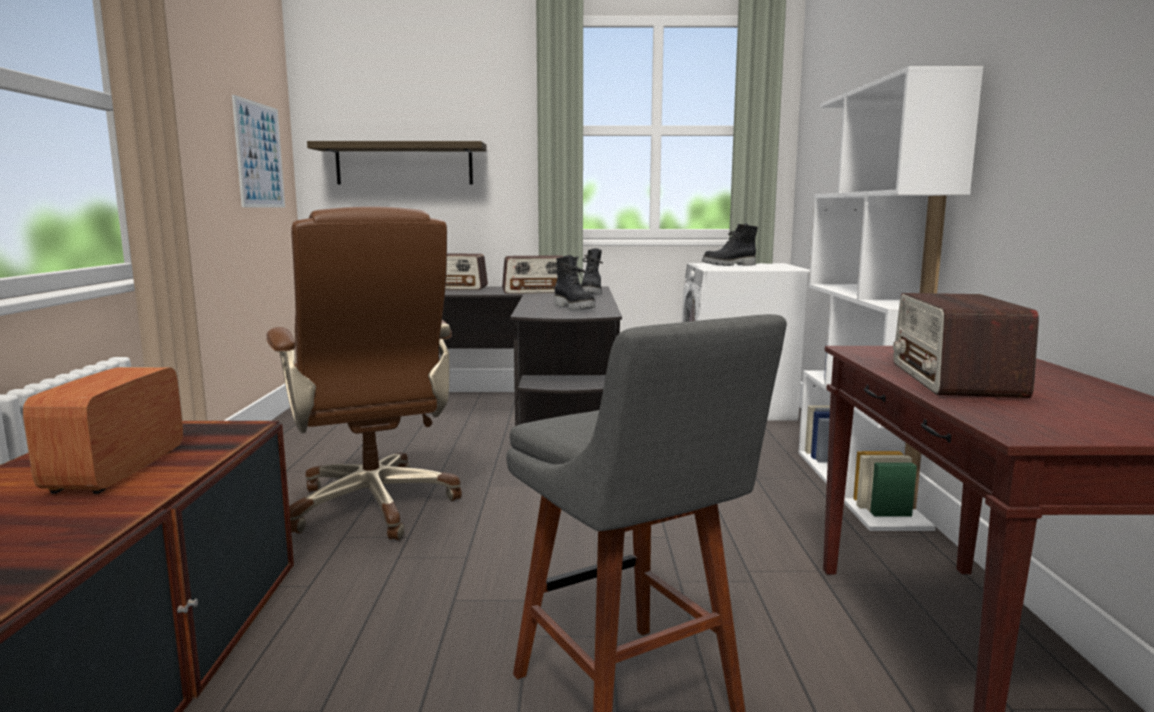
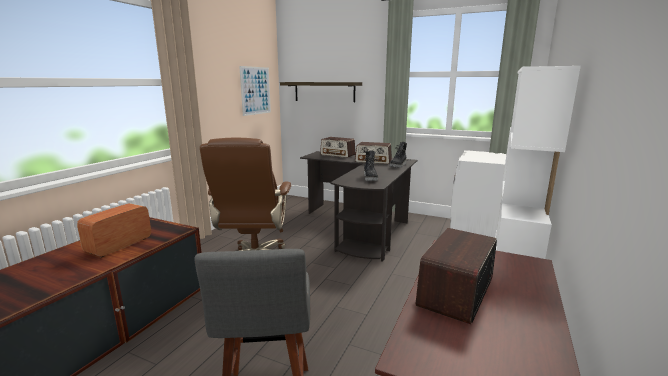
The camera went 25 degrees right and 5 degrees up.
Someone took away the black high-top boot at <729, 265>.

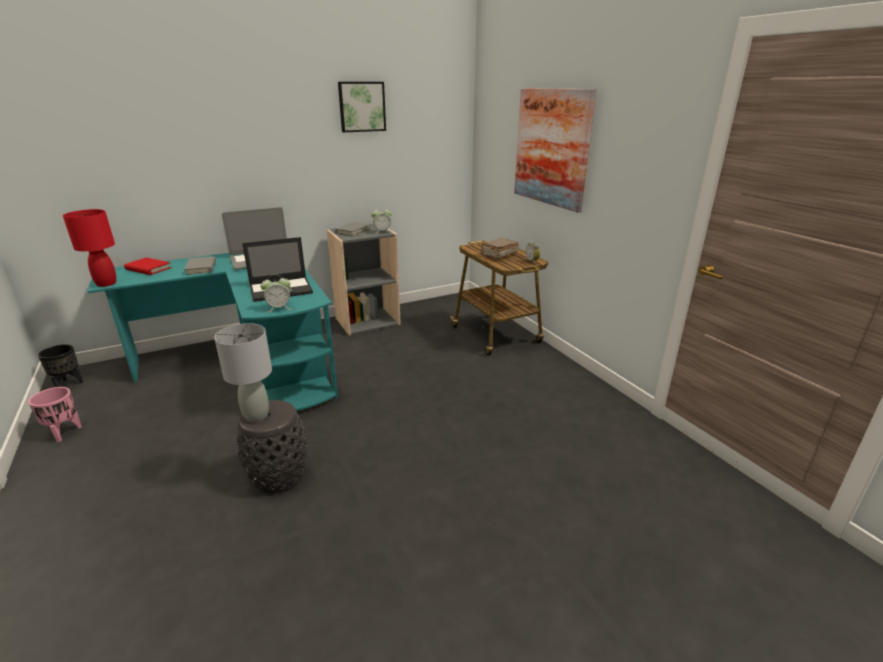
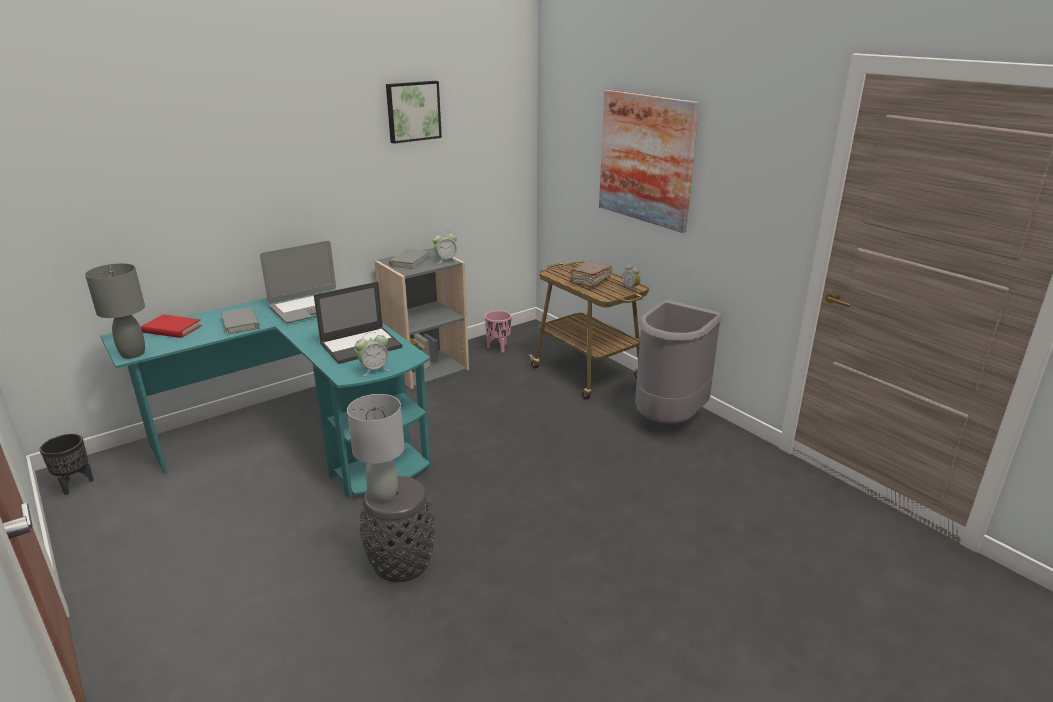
The camera went 10 degrees left and 0 degrees up.
Someone put down the gray waste bin at <669, 419>.
Someone carried the pinkish flower pot from <65, 432> to <498, 347>.
Someone repainted the red-coloured lamp for a table at <106, 283>, which became the gray lamp for a table at <132, 354>.

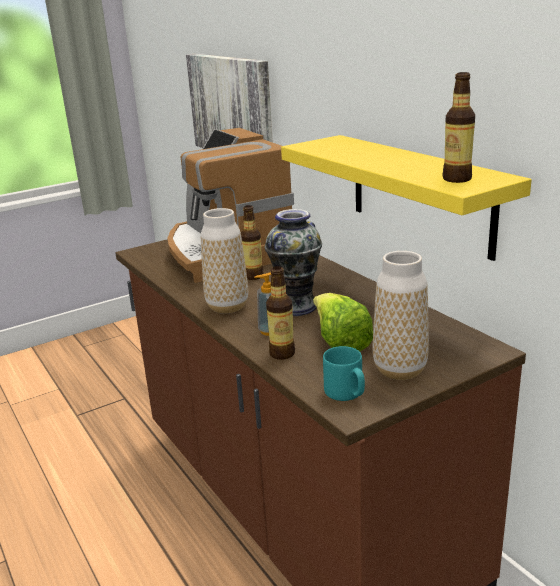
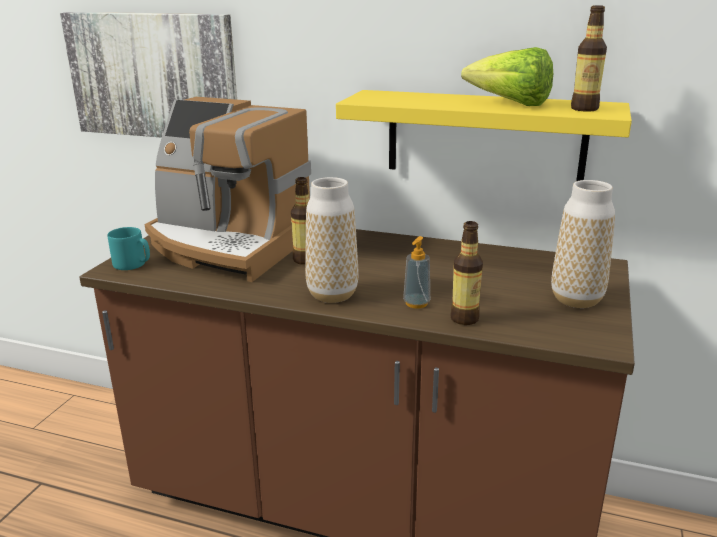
The camera went 40 degrees left and 0 degrees up.
Someone took away the decorative vase at <297, 307>.
Someone carried the head of lettuce from <339, 343> to <511, 104>.
Someone carried the turquoise coffee mug from <346, 393> to <133, 265>.

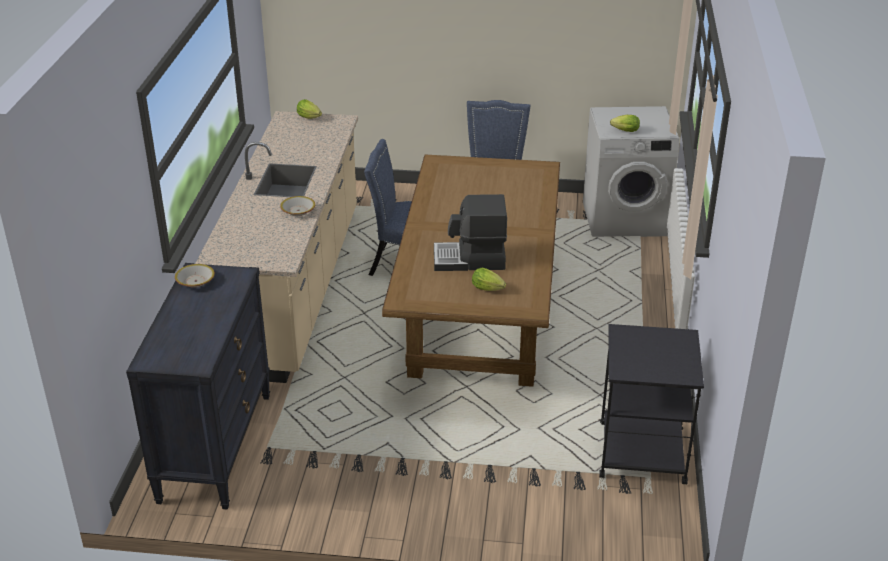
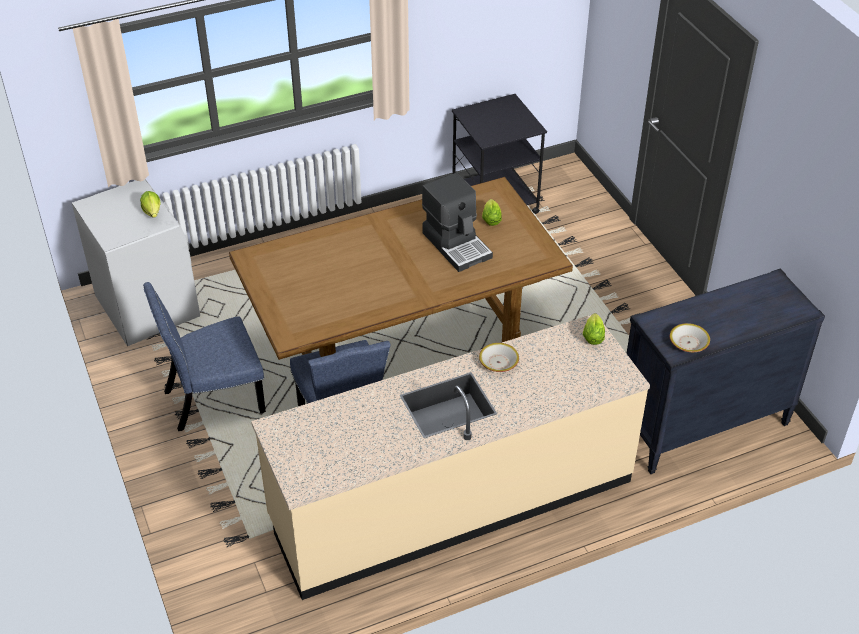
The camera went 120 degrees left and 10 degrees up.
Someone carried the head of lettuce from <310, 118> to <593, 335>.

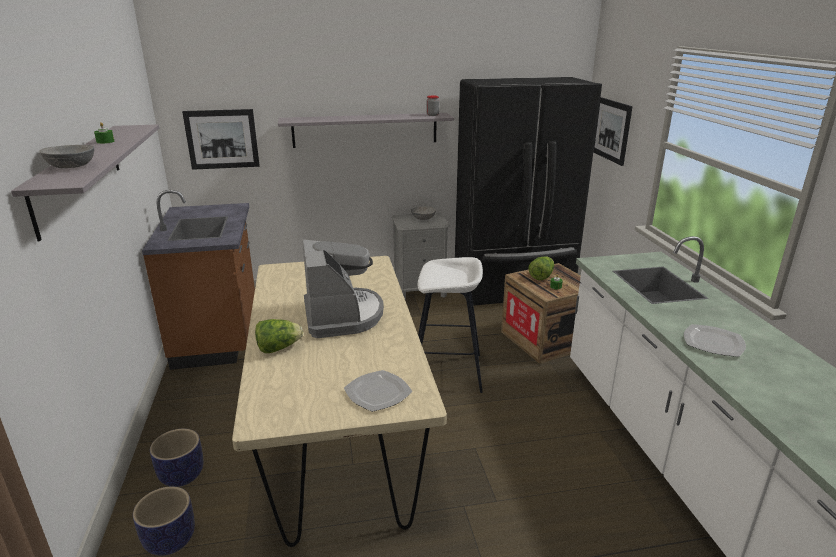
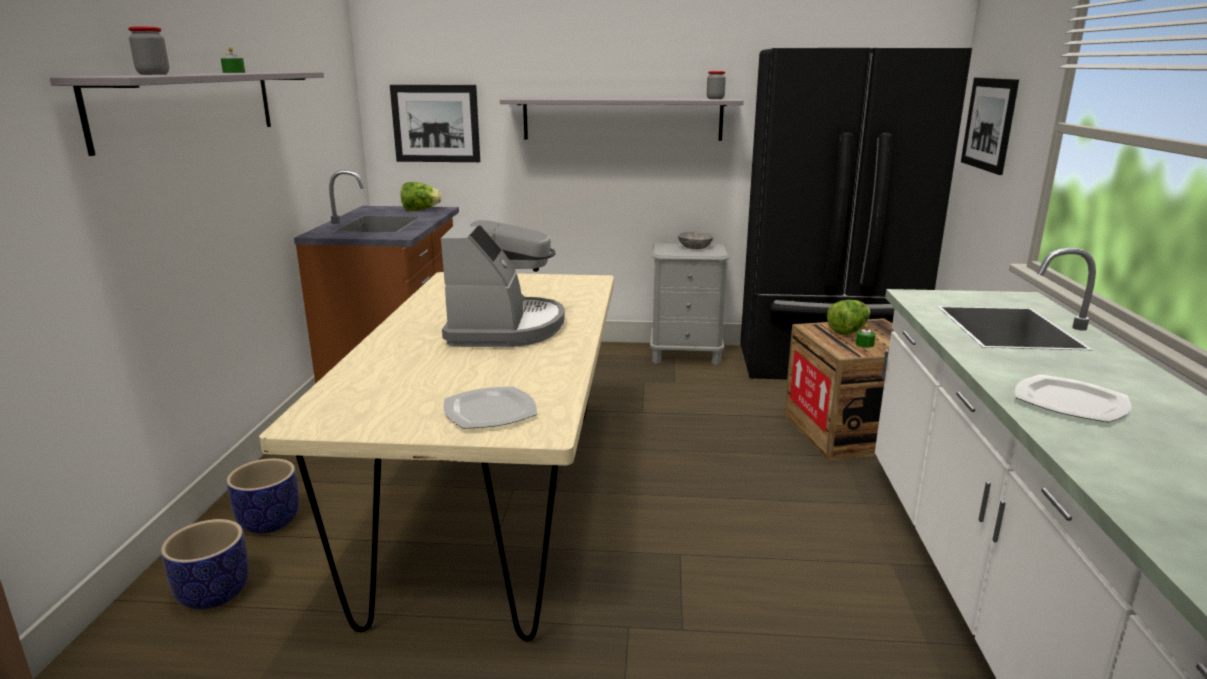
The camera went 15 degrees right and 5 degrees down.
Someone took away the whitish sitting stool at <447, 372>.
Someone carried the head of lettuce from <278, 348> to <420, 210>.
Someone swapped the gray bowl at <71, 166> for the jar at <153, 74>.

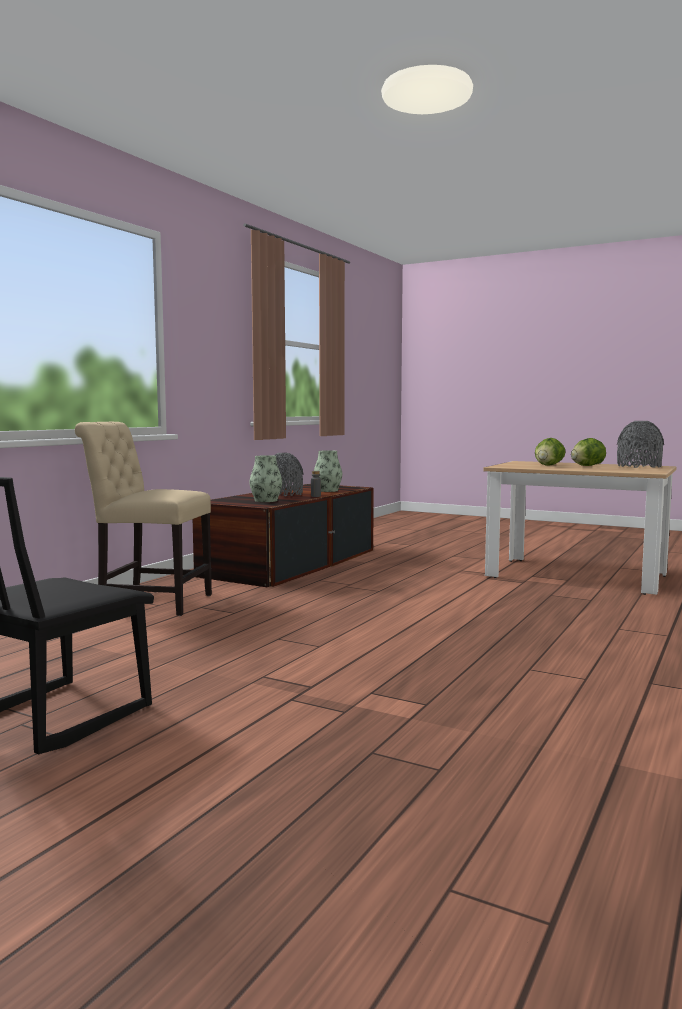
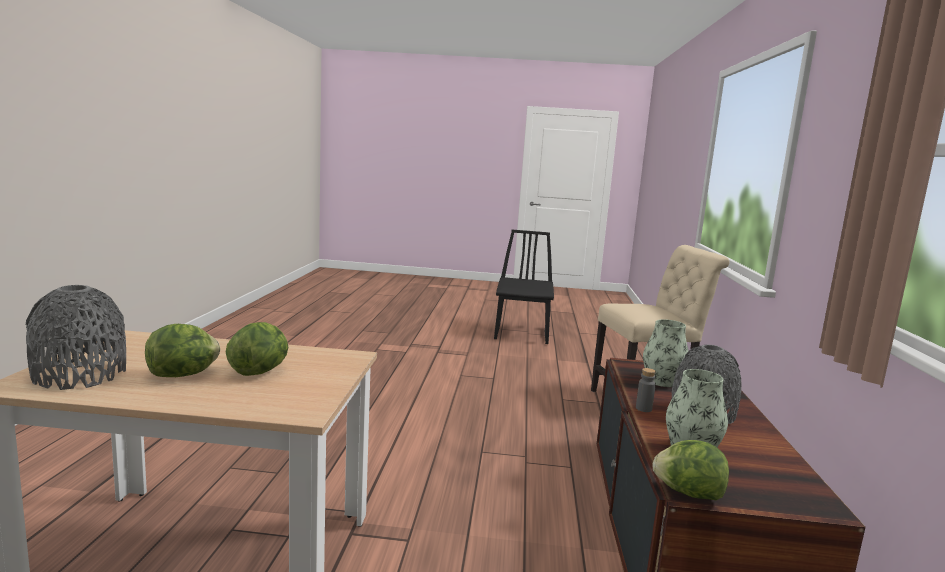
The camera went 155 degrees right and 5 degrees up.
Someone put down the head of lettuce at <688, 493>.

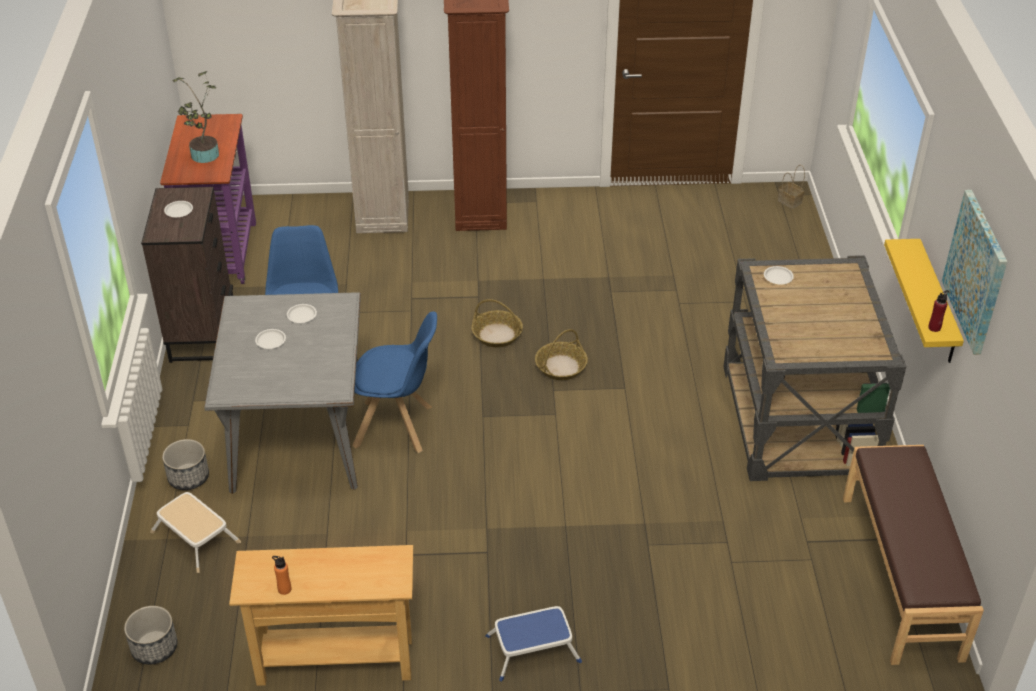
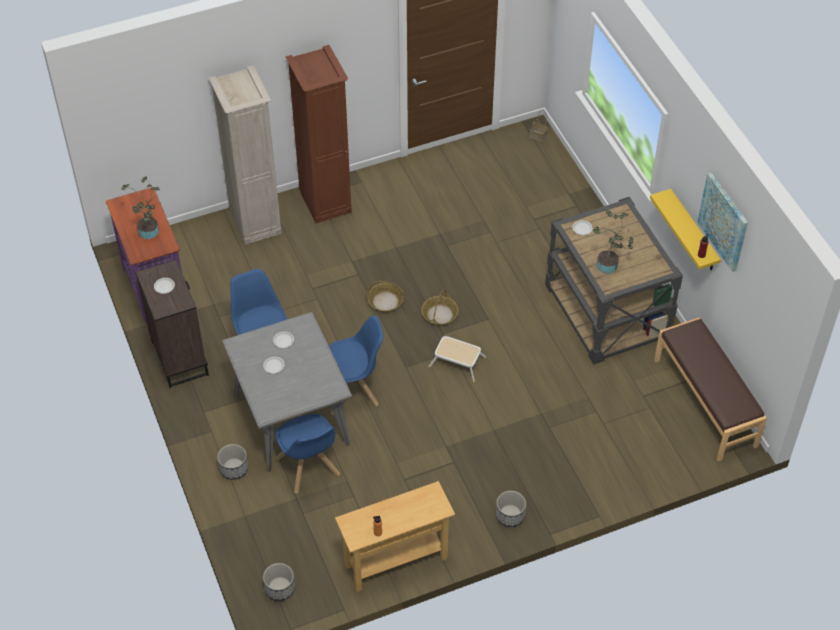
The camera went 20 degrees left and 10 degrees up.
Someone put down the blue plain chair at <309, 468>.
Someone put down the potted plant at <609, 266>.
Someone carried the sand-coloured step stool from <195, 536> to <457, 361>.
Someone swapped the blue step stool at <533, 648> for the flower pot at <510, 516>.

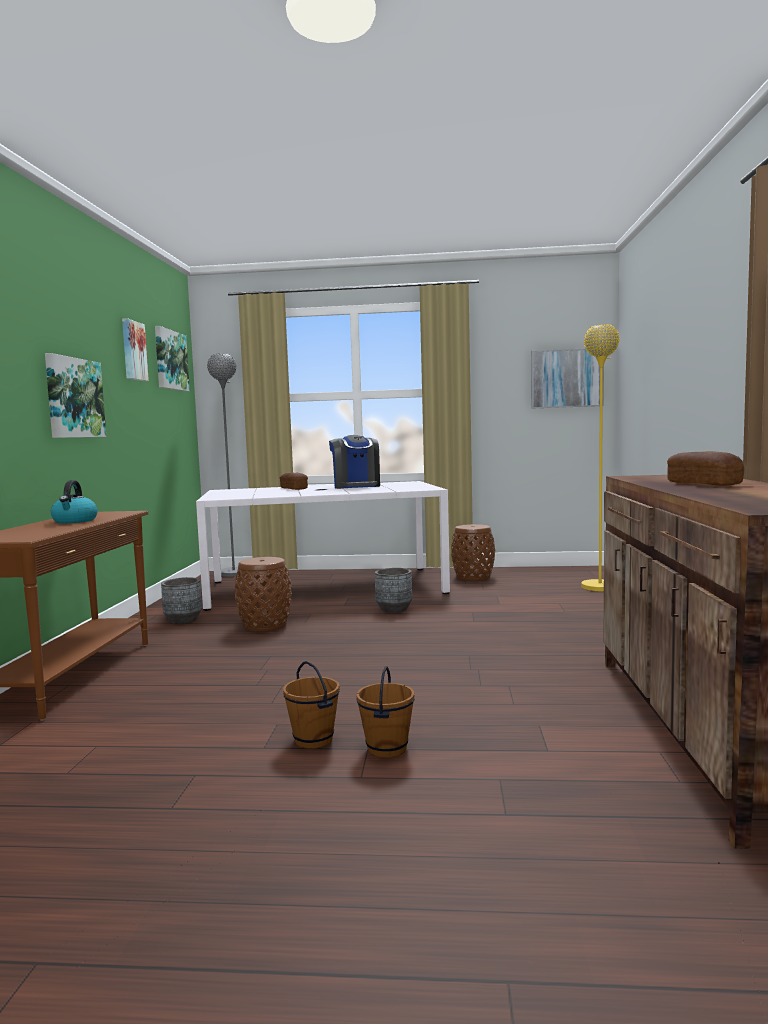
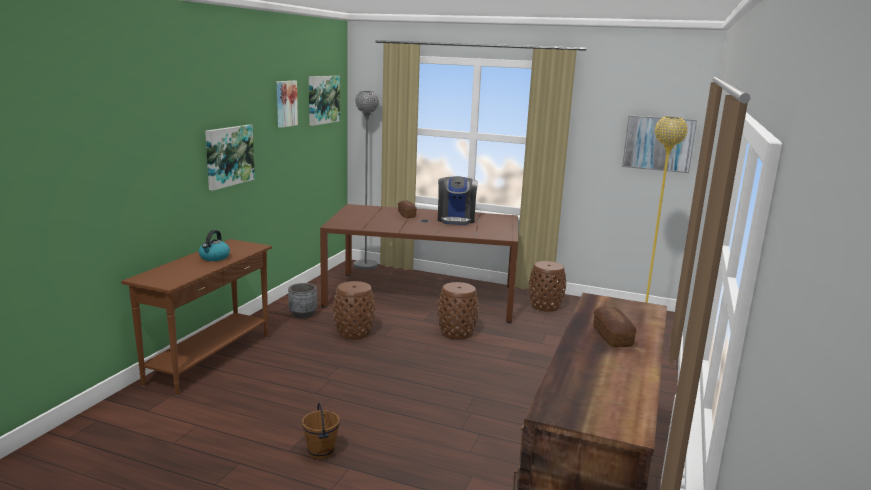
The camera went 15 degrees right and 10 degrees up.
Someone took away the brownish bucket at <388, 749>.
Someone swapped the gray flower pot at <394, 609> for the brownish sitting stool at <456, 333>.
Someone repainted the whitish kitchen table at <325, 587>, which became the brownish kitchen table at <422, 296>.

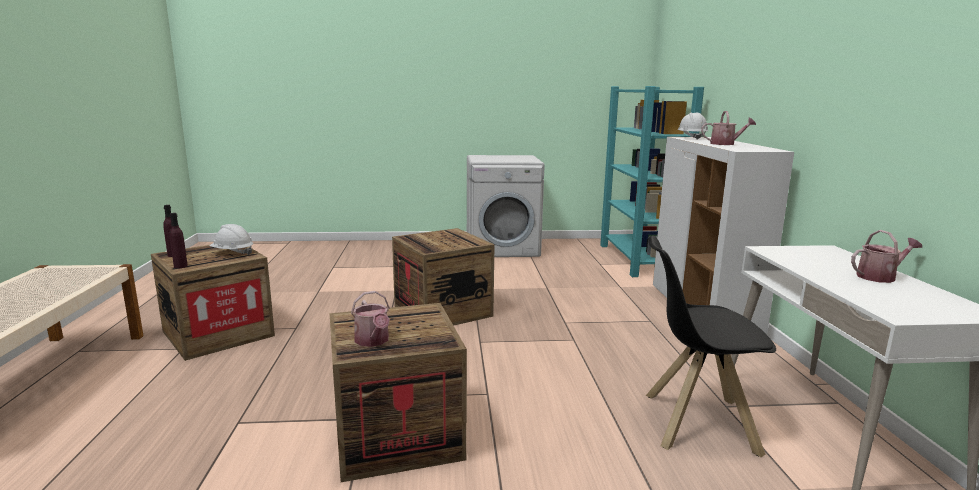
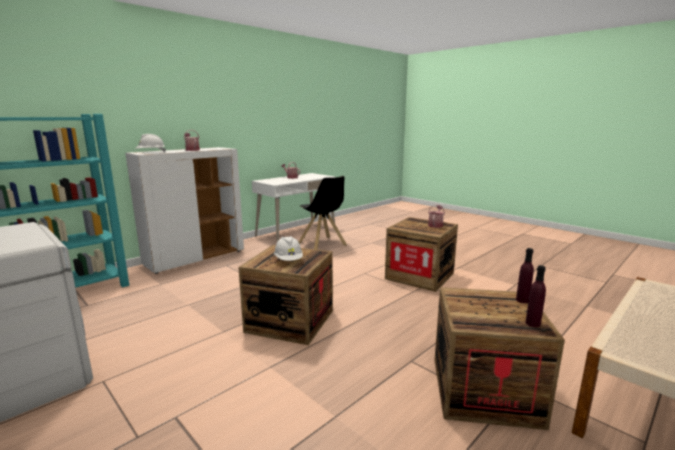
The camera went 130 degrees left and 0 degrees up.
Someone carried the whitish hard hat from <232, 253> to <288, 260>.

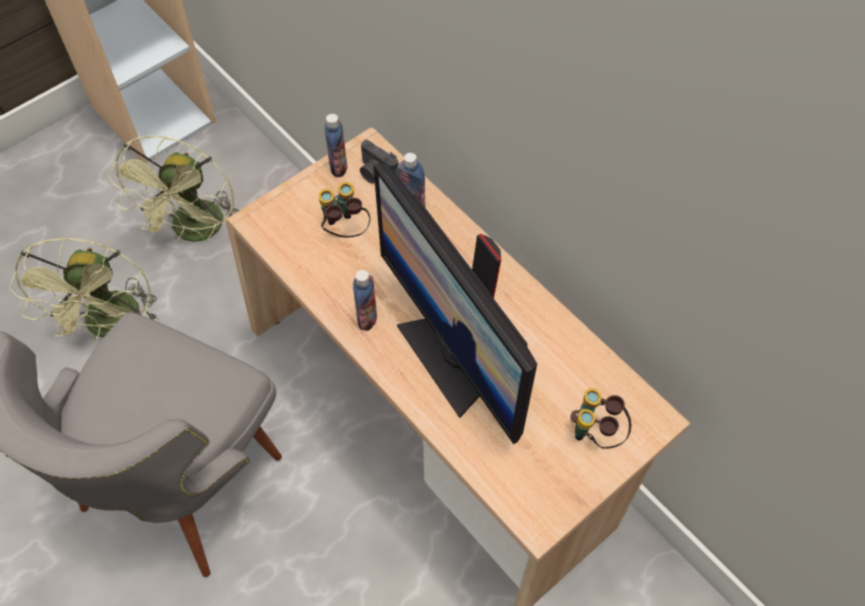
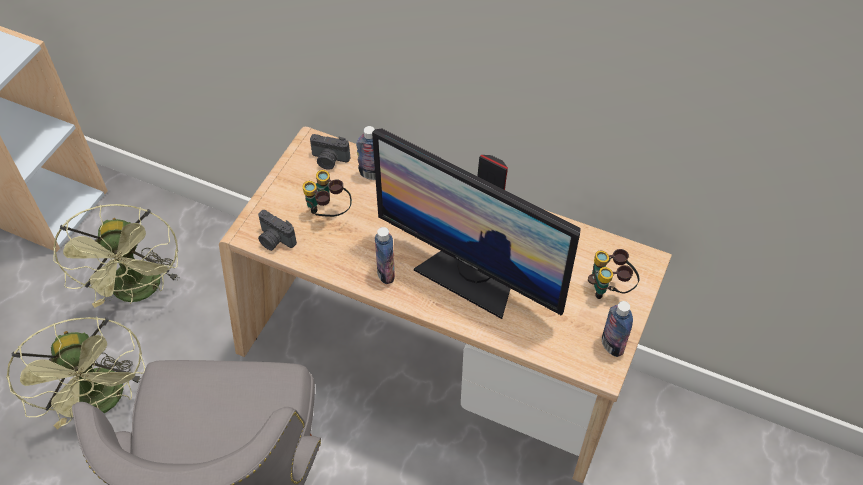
The camera went 25 degrees left and 5 degrees down.
Someone put down the still camera at <275, 240>.
Someone carried the drink bottle from <338, 167> to <612, 345>.

